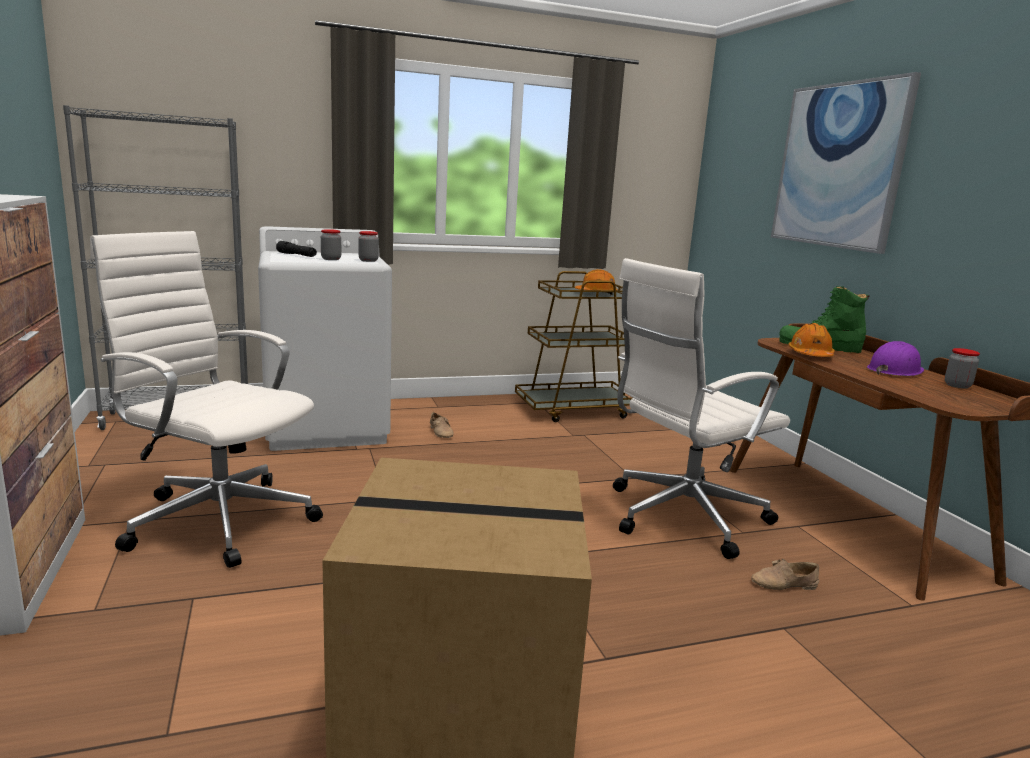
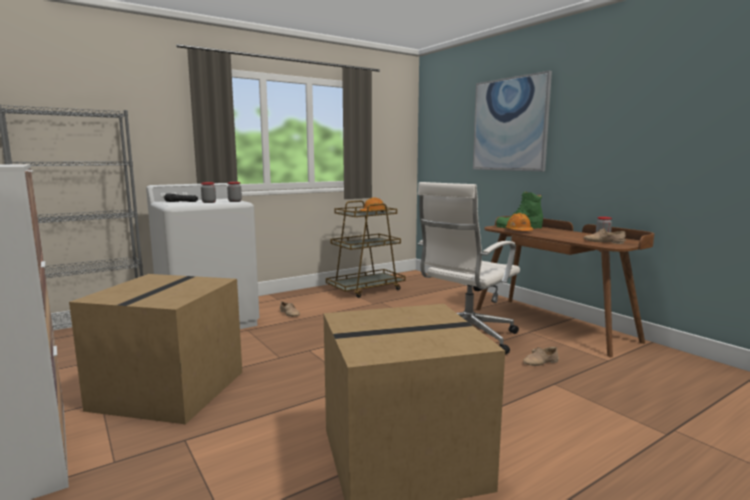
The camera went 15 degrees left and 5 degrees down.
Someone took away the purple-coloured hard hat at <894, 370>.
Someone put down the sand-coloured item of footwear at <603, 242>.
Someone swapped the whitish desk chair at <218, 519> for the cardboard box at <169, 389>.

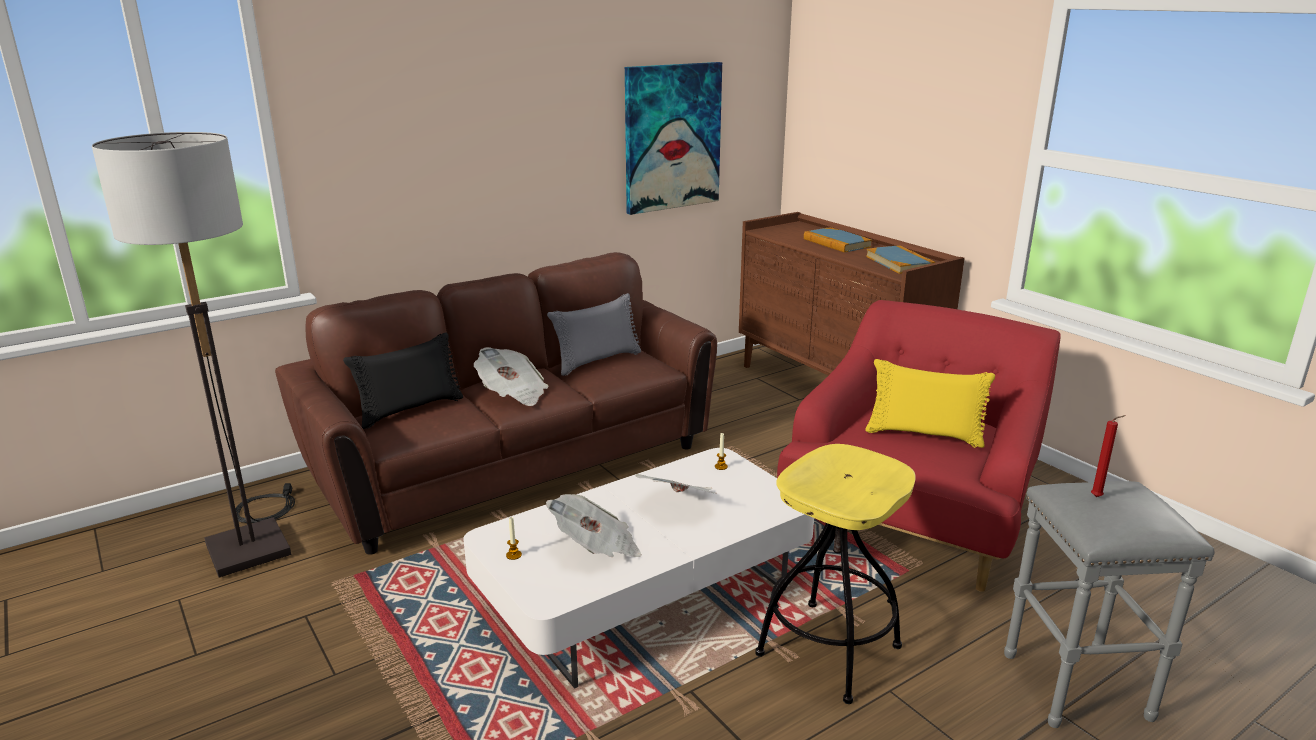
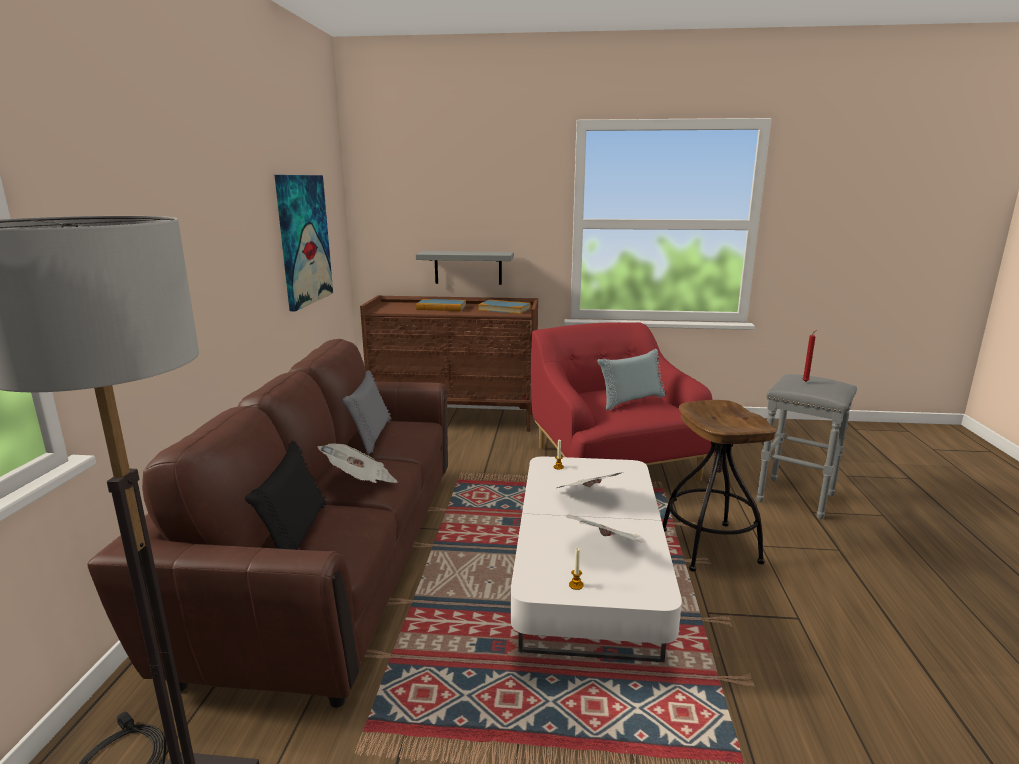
The camera went 50 degrees left and 5 degrees down.
Someone put up the gray wall shelf at <468, 267>.
Someone repainted the yellowish sitting stool at <829, 649>, which became the brownish sitting stool at <709, 545>.
Someone repainted the yellowish throw pillow at <924, 435>, which became the blue throw pillow at <631, 401>.

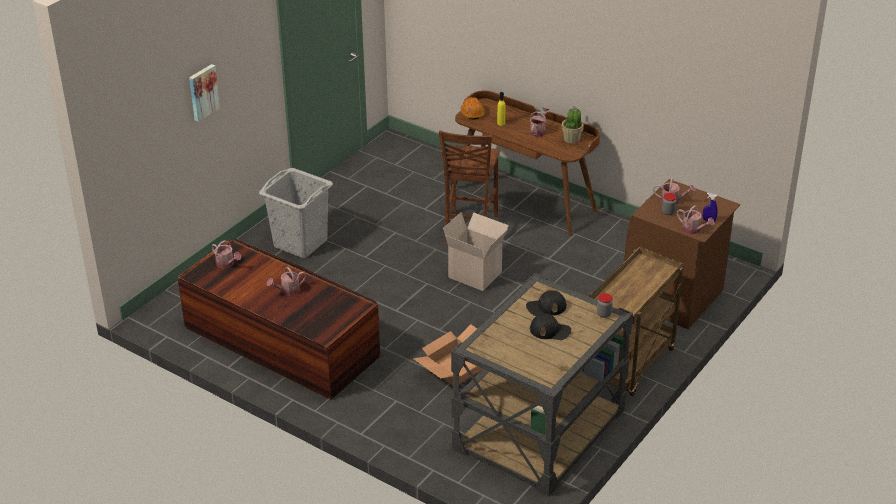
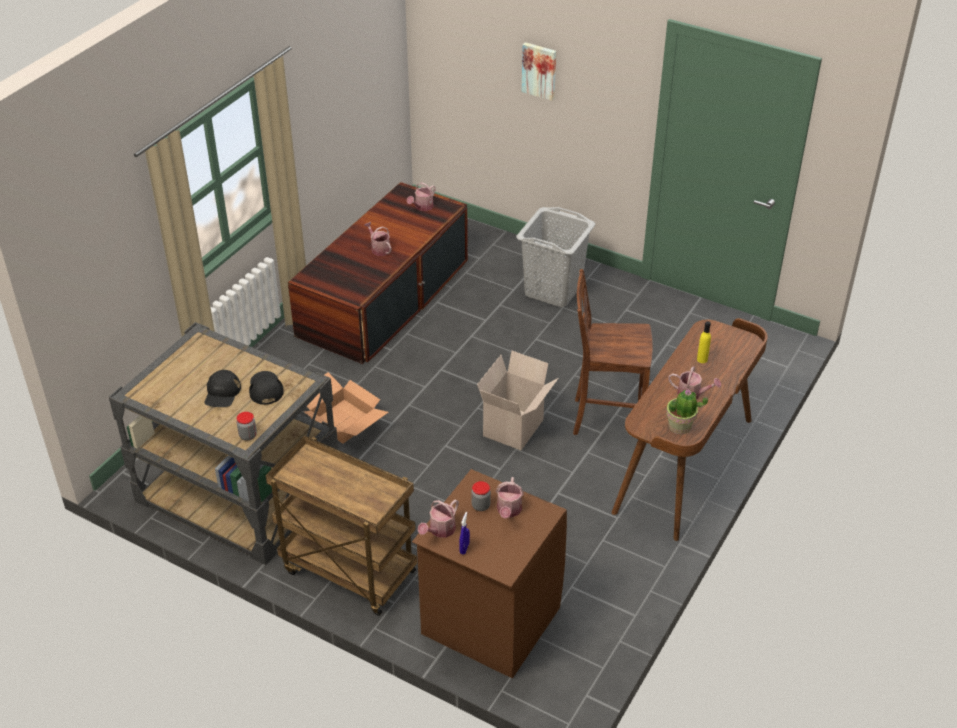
The camera went 85 degrees right and 5 degrees up.
Someone took away the orange hard hat at <472, 113>.

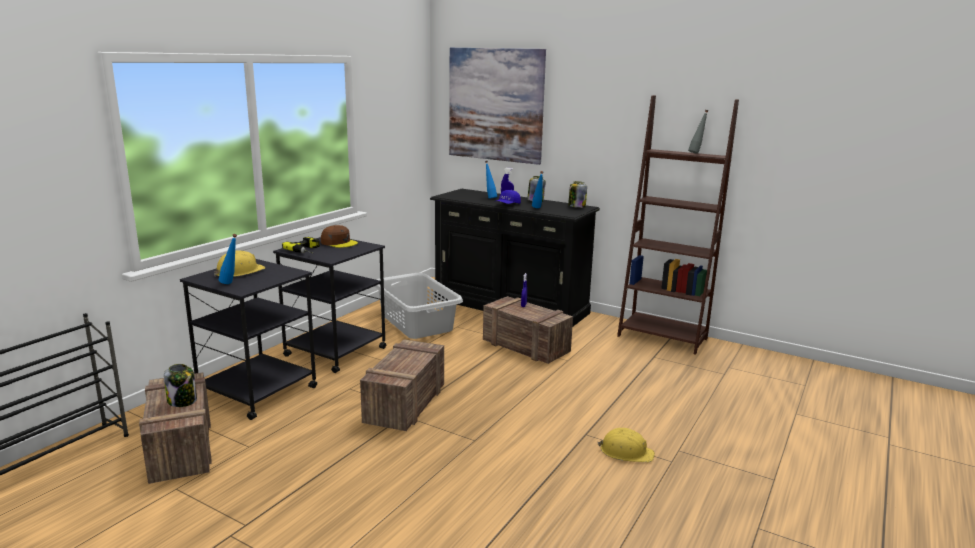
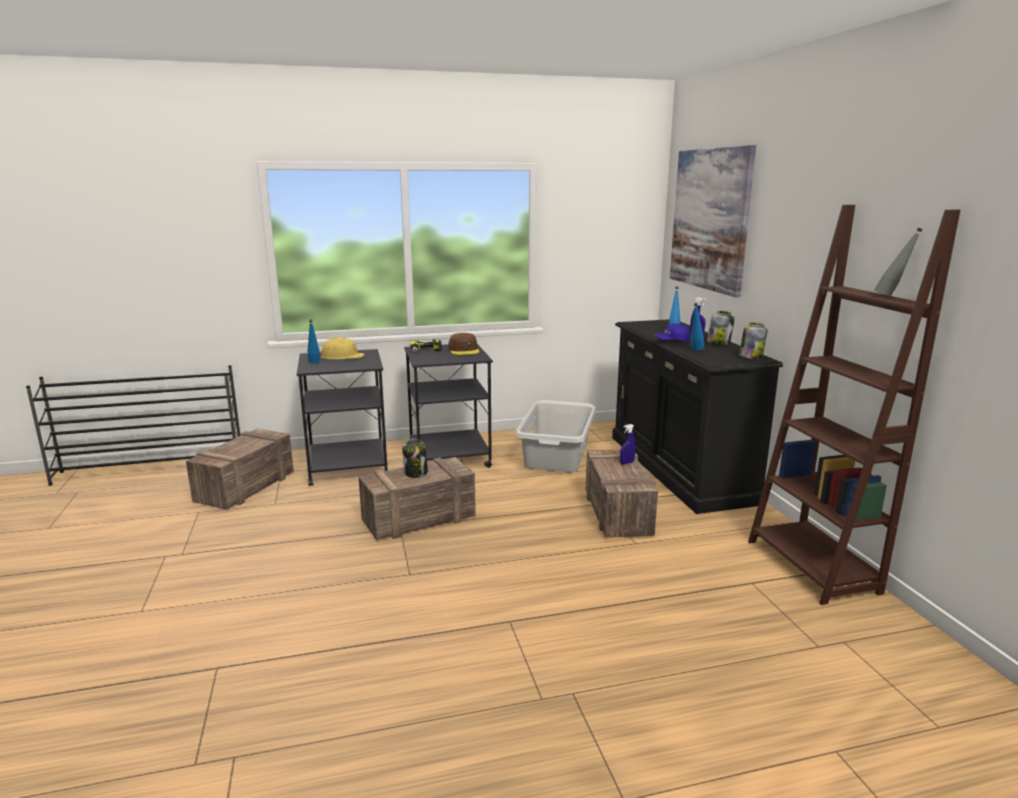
The camera went 45 degrees right and 0 degrees up.
Someone took away the yellowish hard hat at <626, 452>.
Someone carried the jar from <182, 401> to <416, 473>.

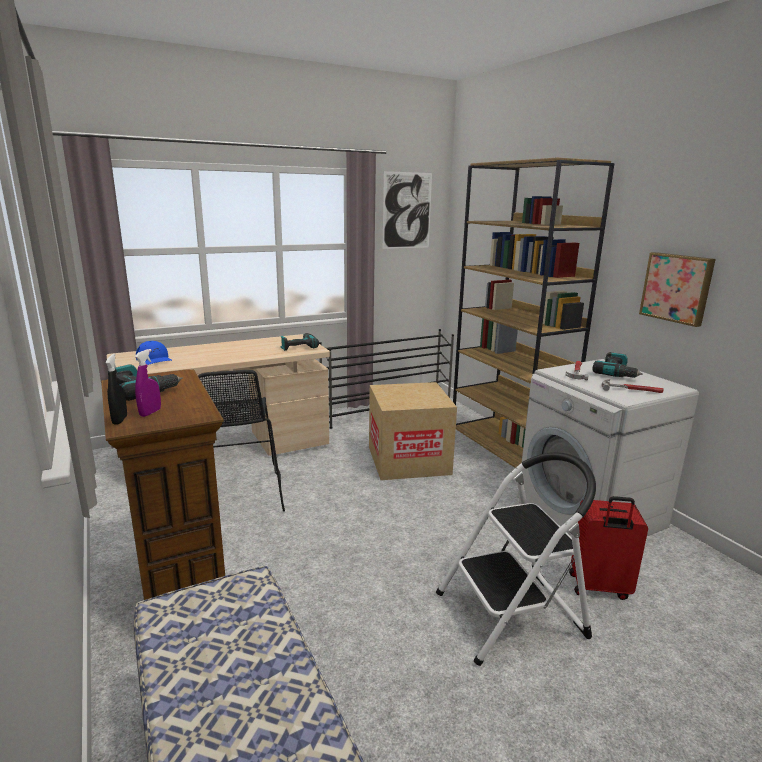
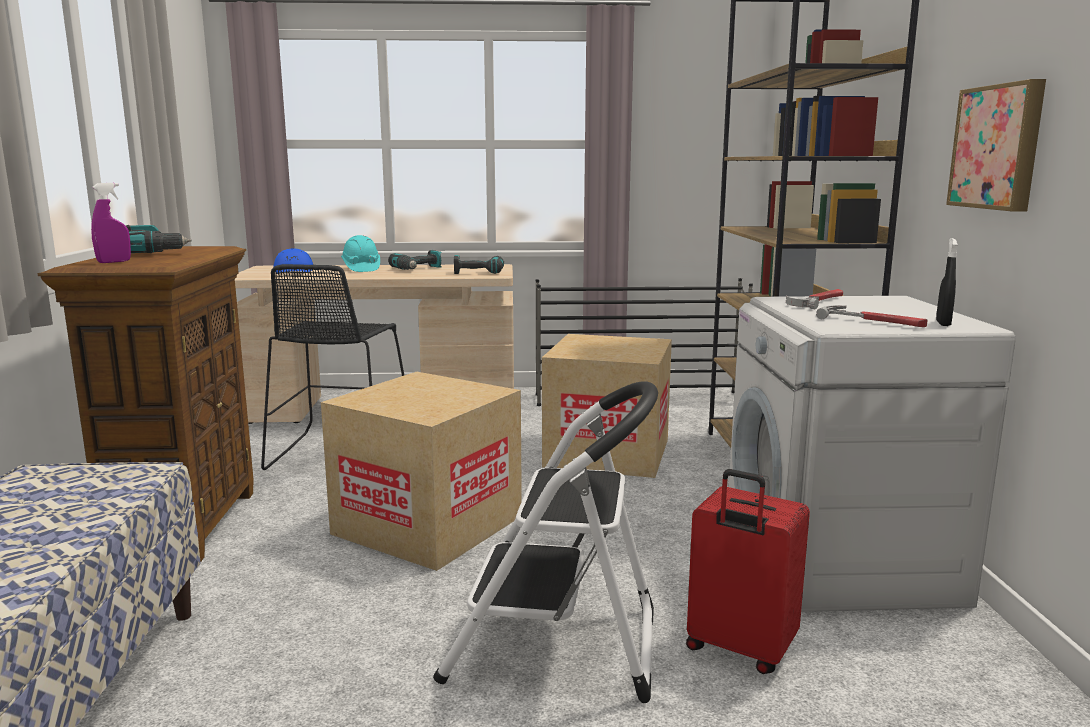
The camera went 25 degrees right and 5 degrees down.
Someone took away the picture at <407, 211>.
Someone put down the cardboard box at <428, 525>.
Someone put down the turquoise hard hat at <361, 269>.
Someone carried the black sprayer from <120, 420> to <943, 323>.
Someone carried the power drill from <617, 373> to <418, 269>.

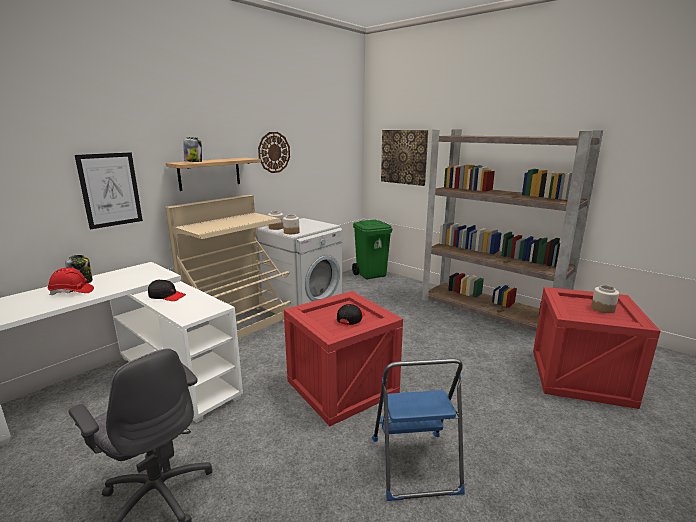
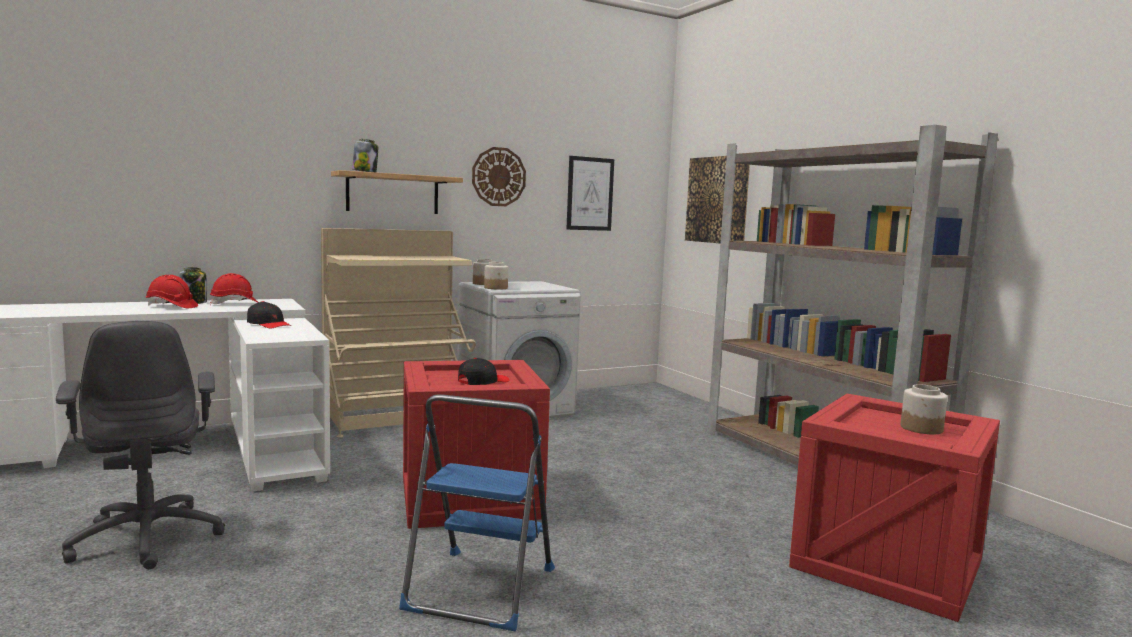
The camera went 20 degrees right and 10 degrees down.
Someone took away the greenish waste bin at <371, 275>.
Someone put down the red-coloured hard hat at <235, 303>.
Someone carried the picture from <110, 190> to <590, 194>.

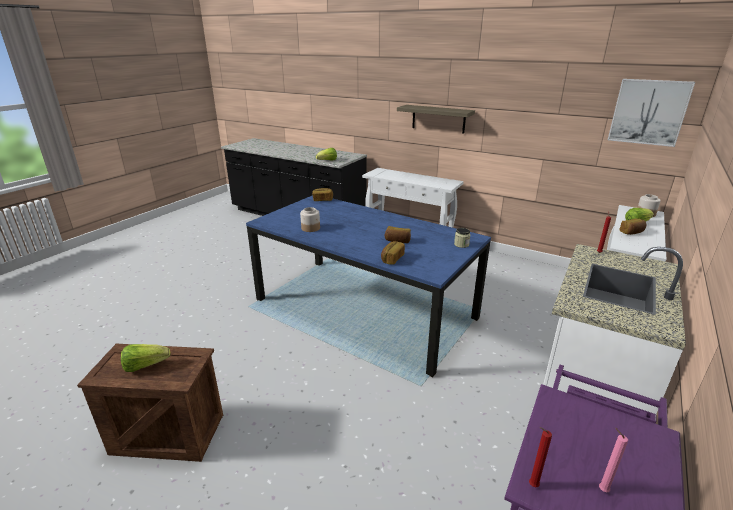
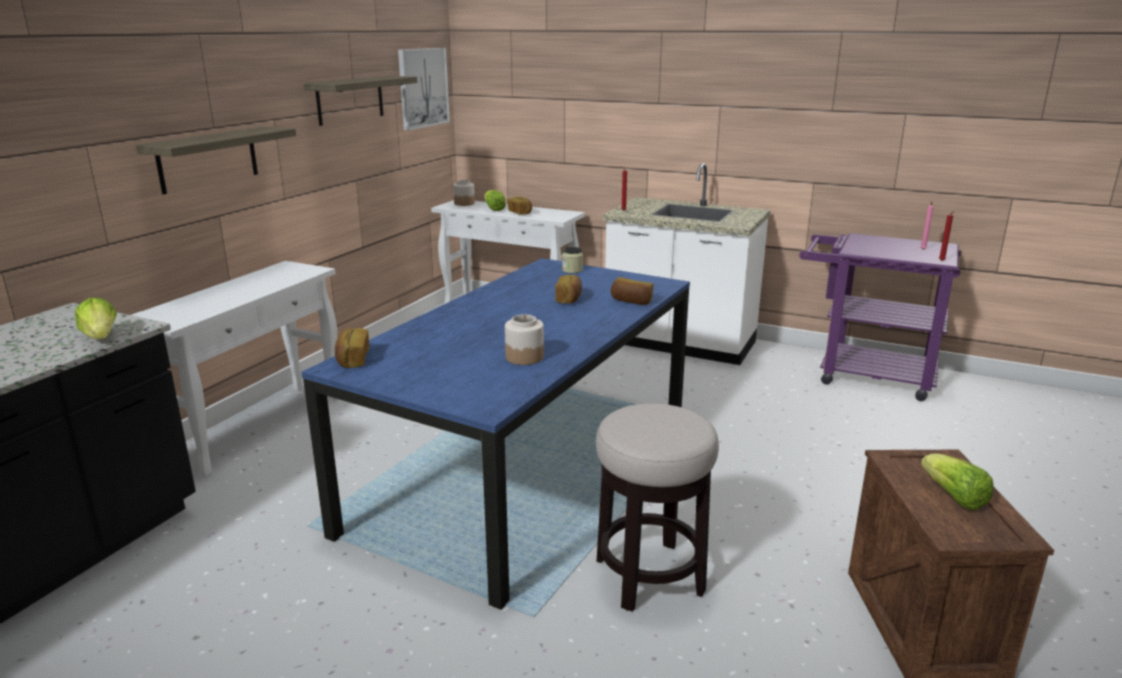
The camera went 95 degrees left and 5 degrees down.
Someone put up the wall shelf at <350, 100>.
Someone put down the sitting stool at <649, 576>.

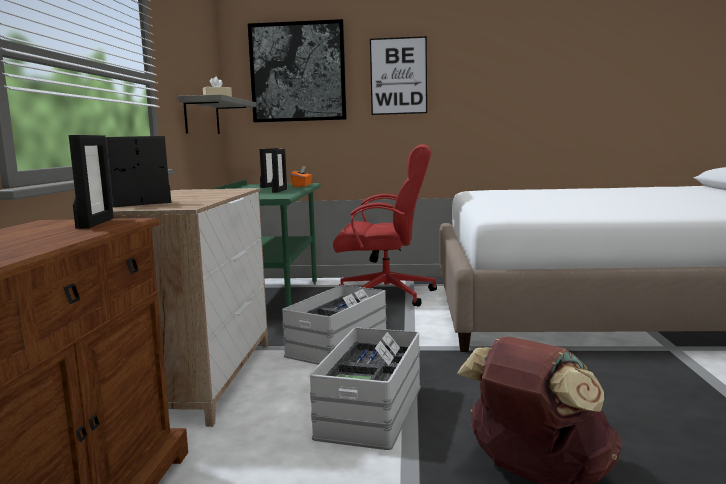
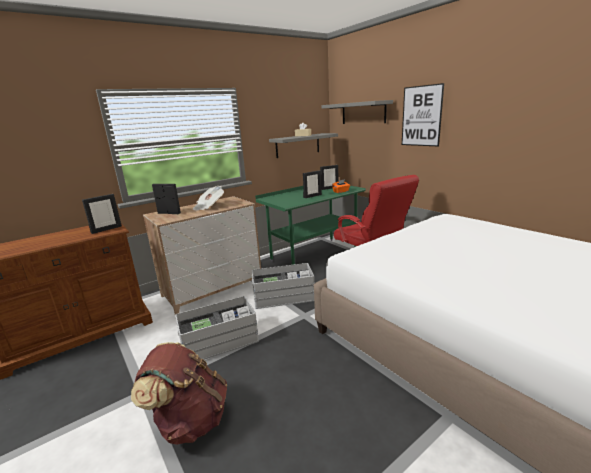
The camera went 50 degrees right and 10 degrees up.
Someone put down the printed paper at <209, 207>.
Someone swapped the picture at <298, 72> for the gray wall shelf at <363, 113>.

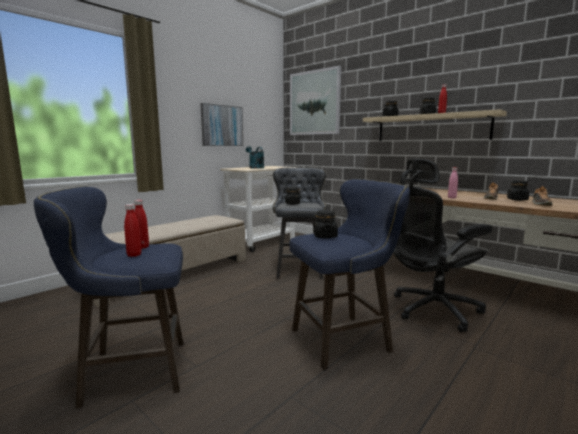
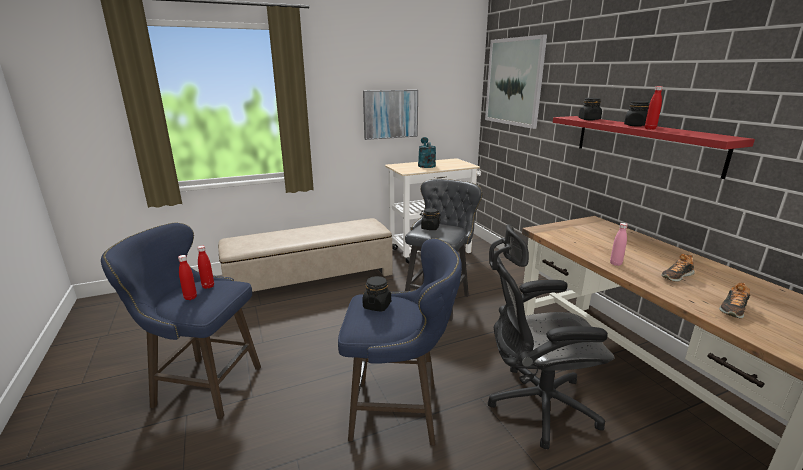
The camera went 25 degrees right and 10 degrees up.
Someone took away the black jar at <517, 199>.
Someone repainted the sand-coloured wall shelf at <431, 128>, which became the red-coloured wall shelf at <644, 143>.

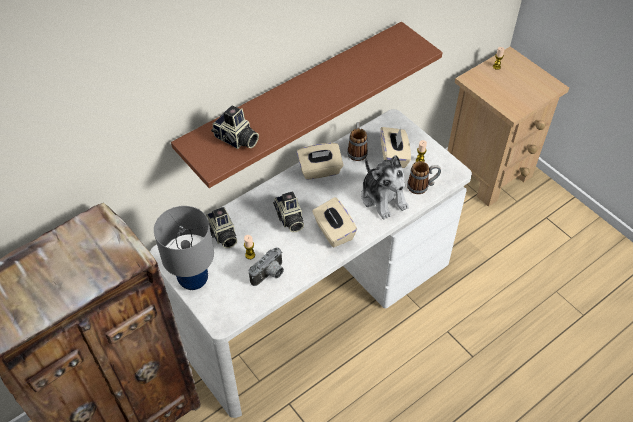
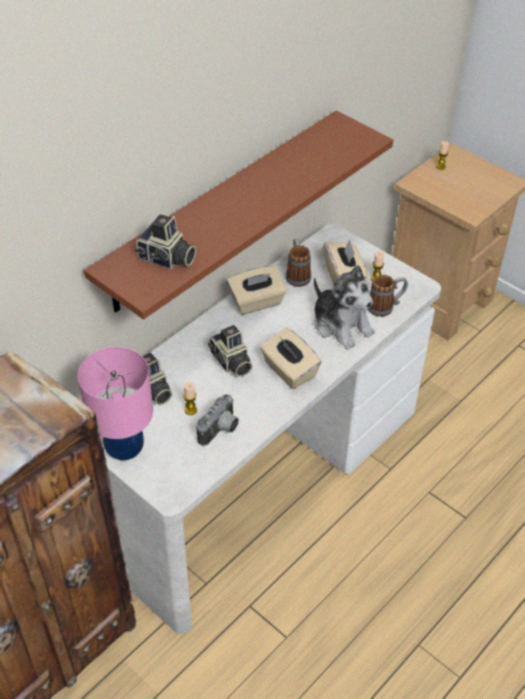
The camera went 10 degrees left and 5 degrees down.
Someone repainted the gray lamp for a table at <194, 279>, which became the pinkish lamp for a table at <125, 447>.

